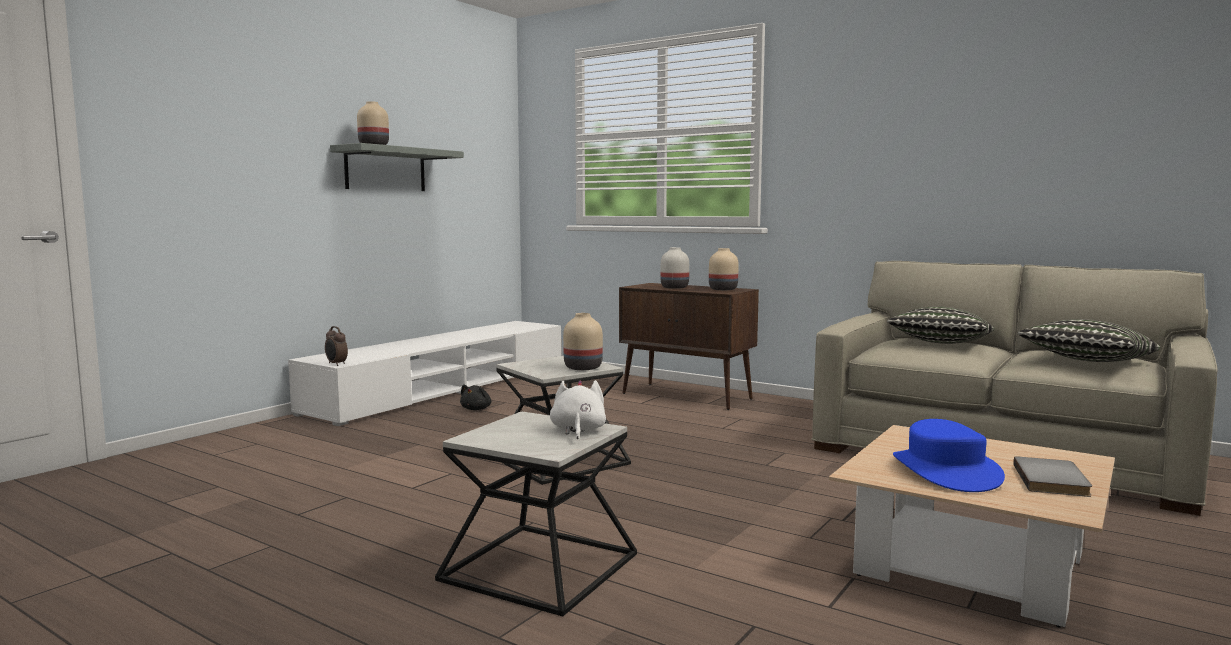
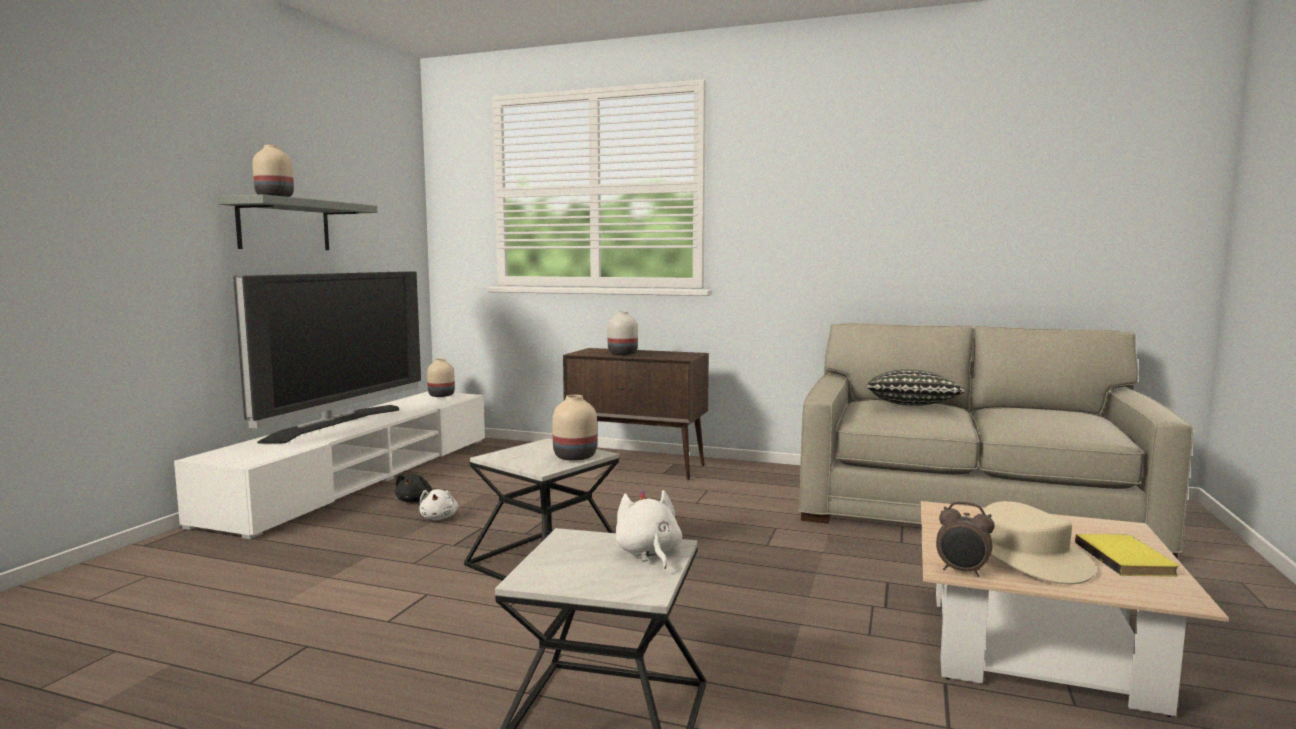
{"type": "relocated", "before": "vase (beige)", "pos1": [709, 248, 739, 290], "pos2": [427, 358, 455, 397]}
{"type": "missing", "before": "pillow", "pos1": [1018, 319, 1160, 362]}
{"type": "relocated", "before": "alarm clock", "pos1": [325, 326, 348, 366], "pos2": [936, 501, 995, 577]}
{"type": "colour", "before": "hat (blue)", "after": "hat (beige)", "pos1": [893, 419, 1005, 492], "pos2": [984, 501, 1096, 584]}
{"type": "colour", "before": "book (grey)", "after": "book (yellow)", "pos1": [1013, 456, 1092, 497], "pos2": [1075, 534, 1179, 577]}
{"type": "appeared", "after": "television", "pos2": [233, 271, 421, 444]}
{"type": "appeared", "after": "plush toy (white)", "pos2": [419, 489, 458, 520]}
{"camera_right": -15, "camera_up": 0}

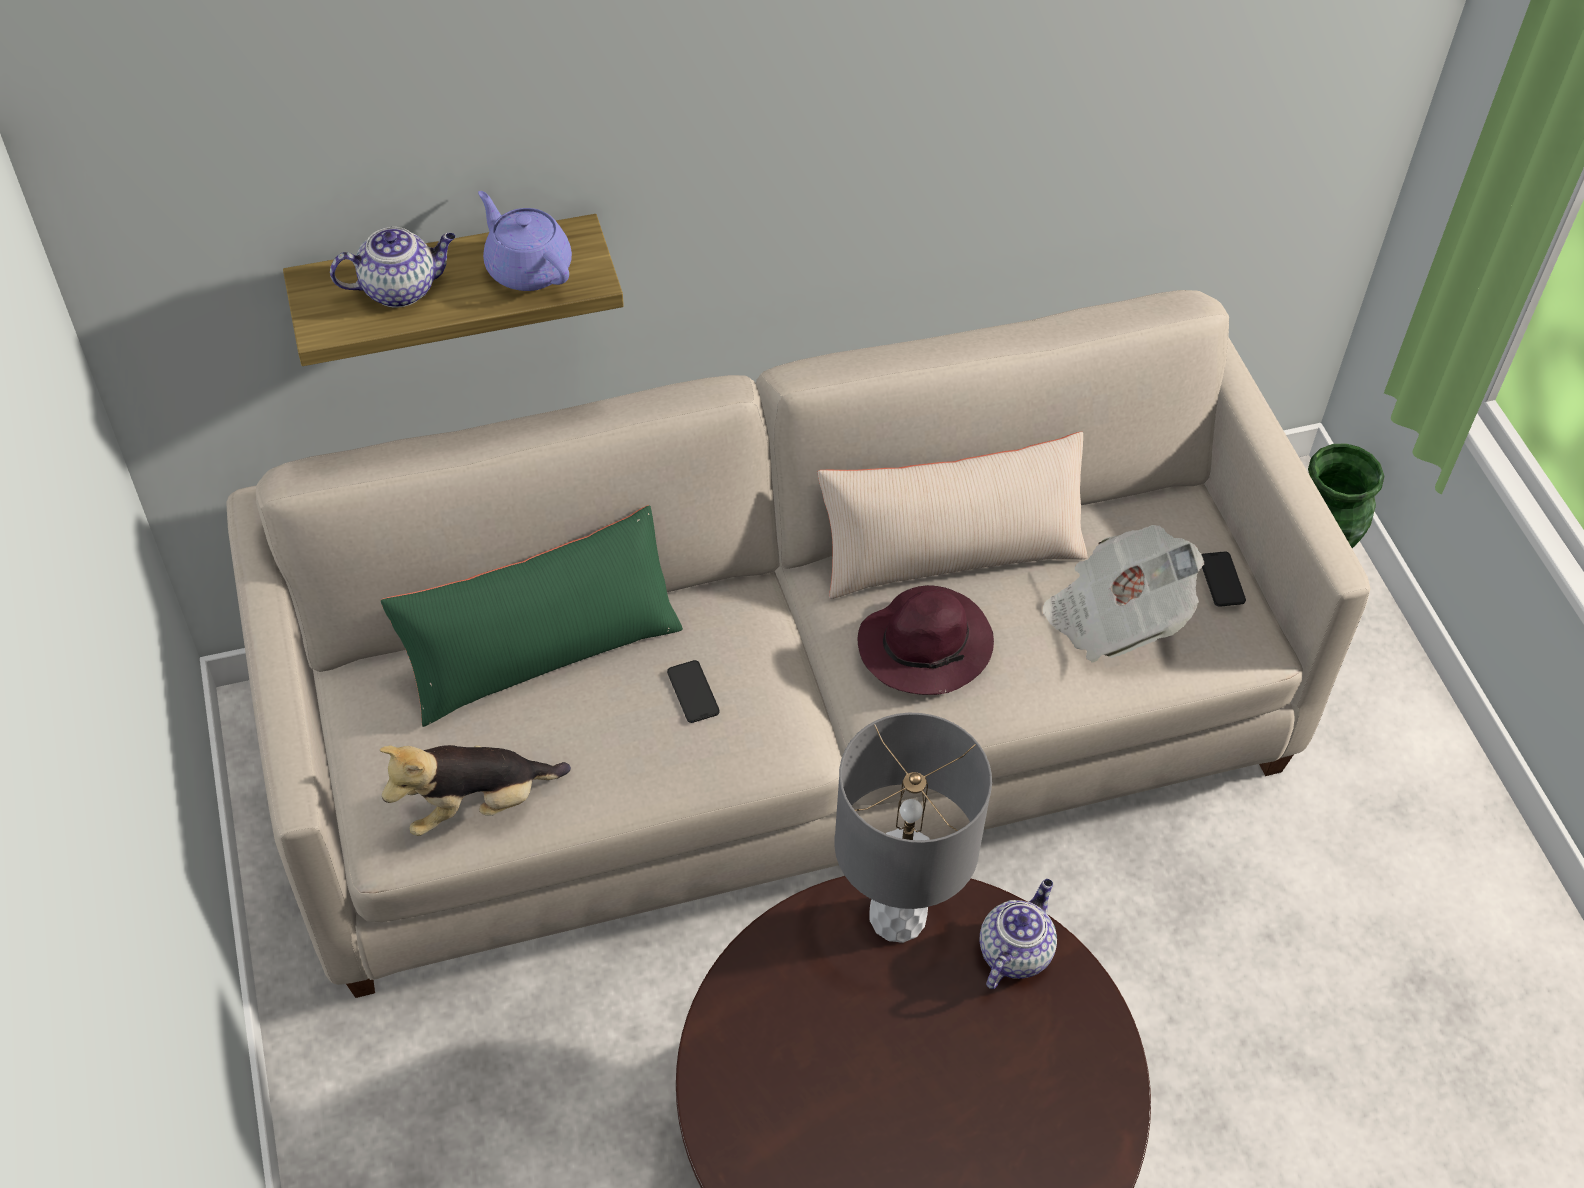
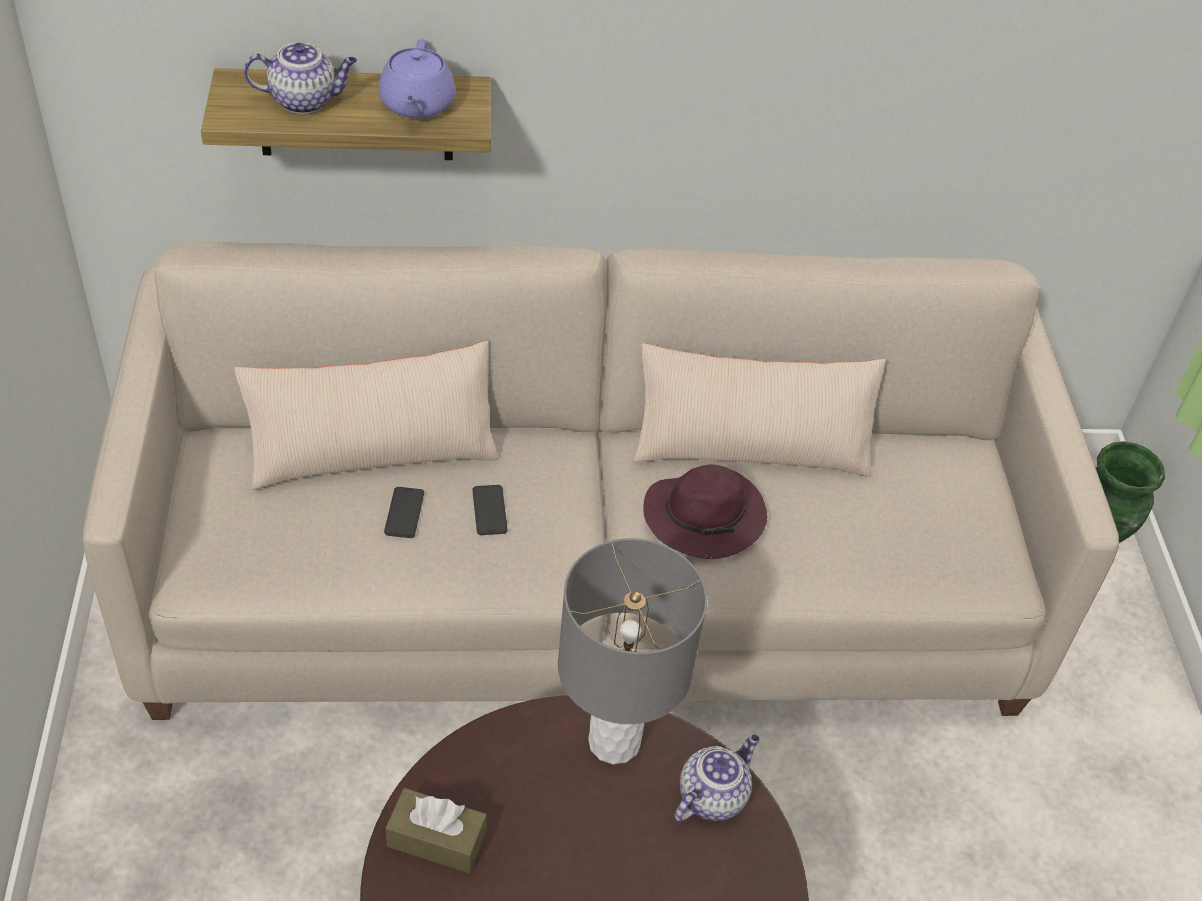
{"type": "spun", "before": "teapot (purple)", "pos1": [478, 191, 572, 291], "pos2": [378, 39, 455, 119], "turn": -150}
{"type": "colour", "before": "pillow (green)", "after": "pillow (beige)", "pos1": [381, 505, 683, 727], "pos2": [234, 341, 498, 490]}
{"type": "missing", "before": "newspaper", "pos1": [1043, 525, 1204, 662]}
{"type": "relocated", "before": "phone", "pos1": [1202, 551, 1246, 607], "pos2": [384, 487, 424, 538]}
{"type": "missing", "before": "plush toy", "pos1": [380, 745, 571, 836]}
{"type": "appeared", "after": "tissue box (brown)", "pos2": [385, 788, 487, 873]}
{"camera_right": 10, "camera_up": -5}

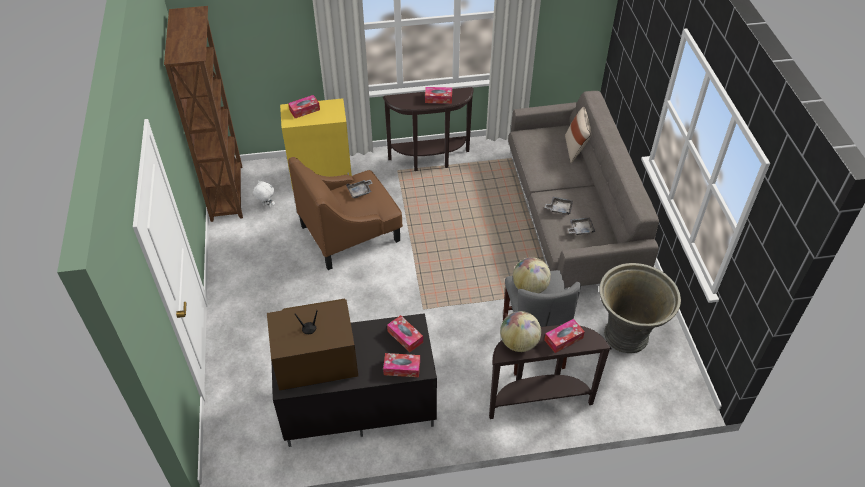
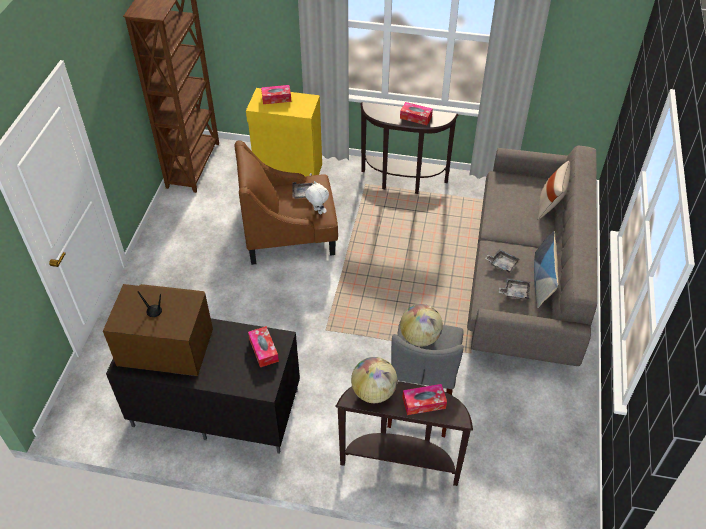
{"type": "relocated", "before": "plush toy (white)", "pos1": [253, 180, 275, 208], "pos2": [305, 181, 329, 215]}
{"type": "missing", "before": "planter (grey)", "pos1": [599, 263, 681, 353]}
{"type": "missing", "before": "tissue box", "pos1": [383, 353, 420, 377]}
{"type": "appeared", "after": "pillow", "pos2": [534, 231, 558, 308]}
{"camera_right": 20, "camera_up": 0}

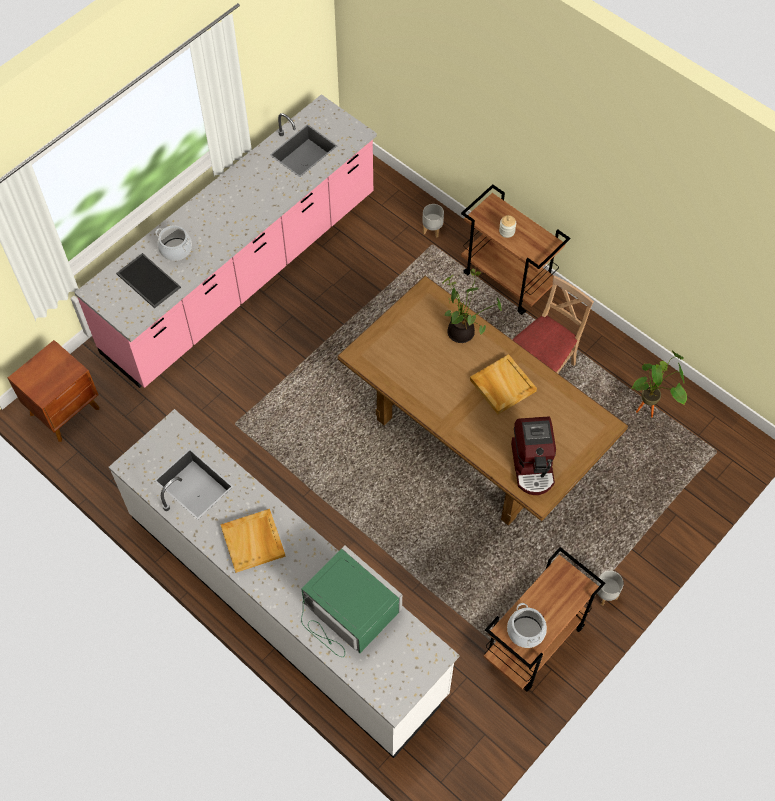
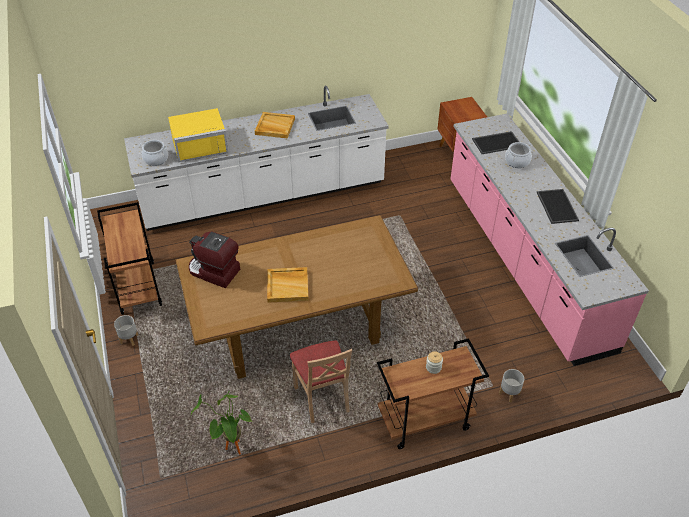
{"type": "missing", "before": "potted plant", "pos1": [442, 269, 502, 343]}
{"type": "colour", "before": "microwave (green)", "after": "microwave (yellow)", "pos1": [301, 545, 402, 657], "pos2": [168, 108, 228, 162]}
{"type": "relocated", "before": "cooking pot", "pos1": [507, 603, 547, 648], "pos2": [139, 140, 168, 166]}
{"type": "appeared", "after": "tray", "pos2": [537, 189, 579, 224]}
{"camera_right": 120, "camera_up": -15}

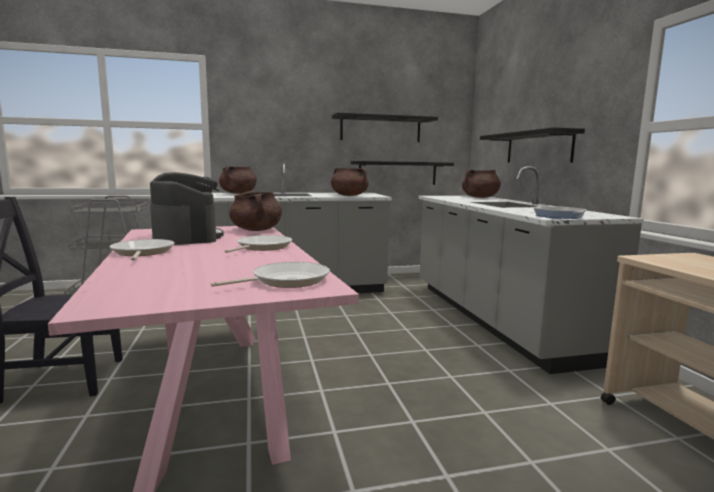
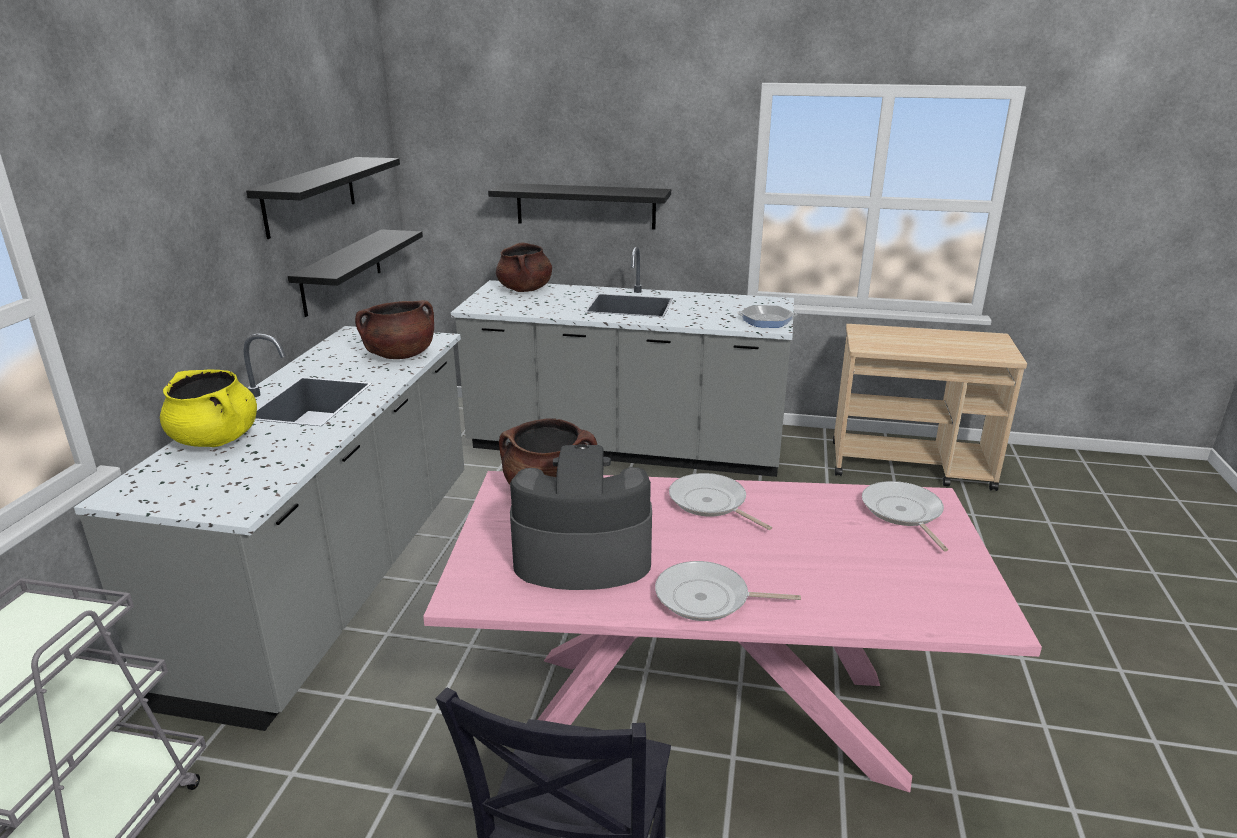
{"type": "colour", "before": "cooking pot (brown)", "after": "cooking pot (yellow)", "pos1": [219, 166, 257, 194], "pos2": [160, 369, 257, 447]}
{"camera_right": -65, "camera_up": 15}

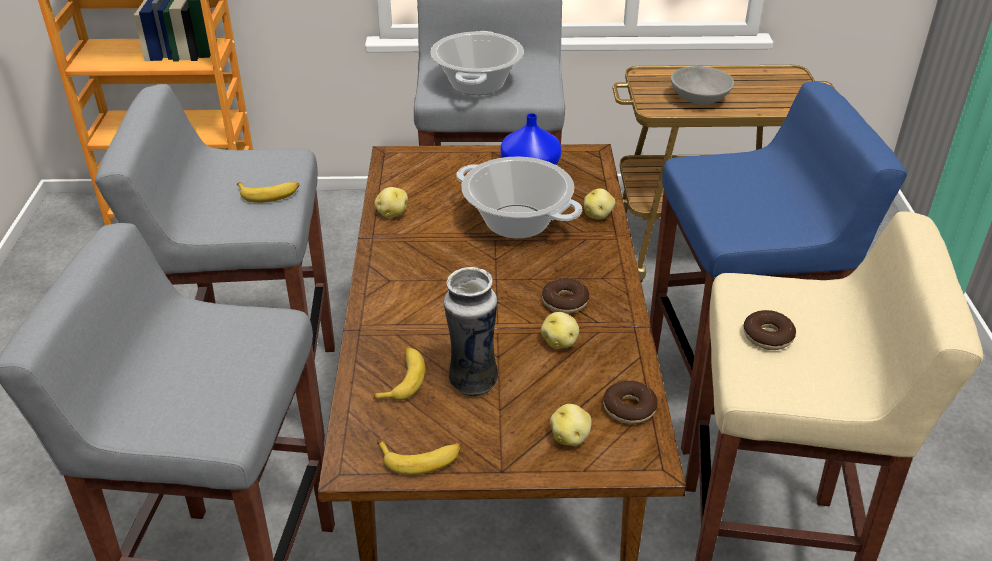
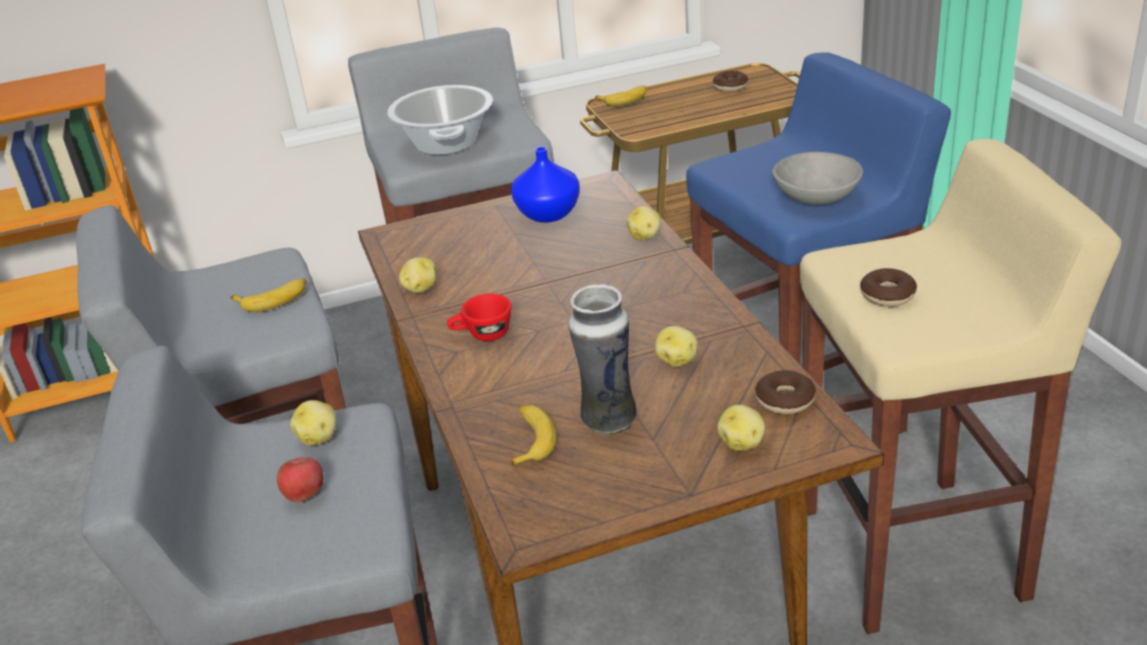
{"type": "relocated", "before": "bowl (grey)", "pos1": [671, 66, 734, 105], "pos2": [772, 152, 863, 205]}
{"type": "missing", "before": "cooking pot", "pos1": [457, 157, 582, 239]}
{"type": "relocated", "before": "donut", "pos1": [542, 278, 589, 314], "pos2": [713, 71, 749, 92]}
{"type": "relocated", "before": "banana", "pos1": [377, 441, 462, 475], "pos2": [595, 86, 646, 106]}
{"type": "appeared", "after": "cup (red)", "pos2": [447, 294, 512, 341]}
{"type": "appeared", "after": "potato", "pos2": [290, 400, 337, 445]}
{"type": "appeared", "after": "apple", "pos2": [277, 457, 324, 502]}
{"camera_right": -15, "camera_up": -5}

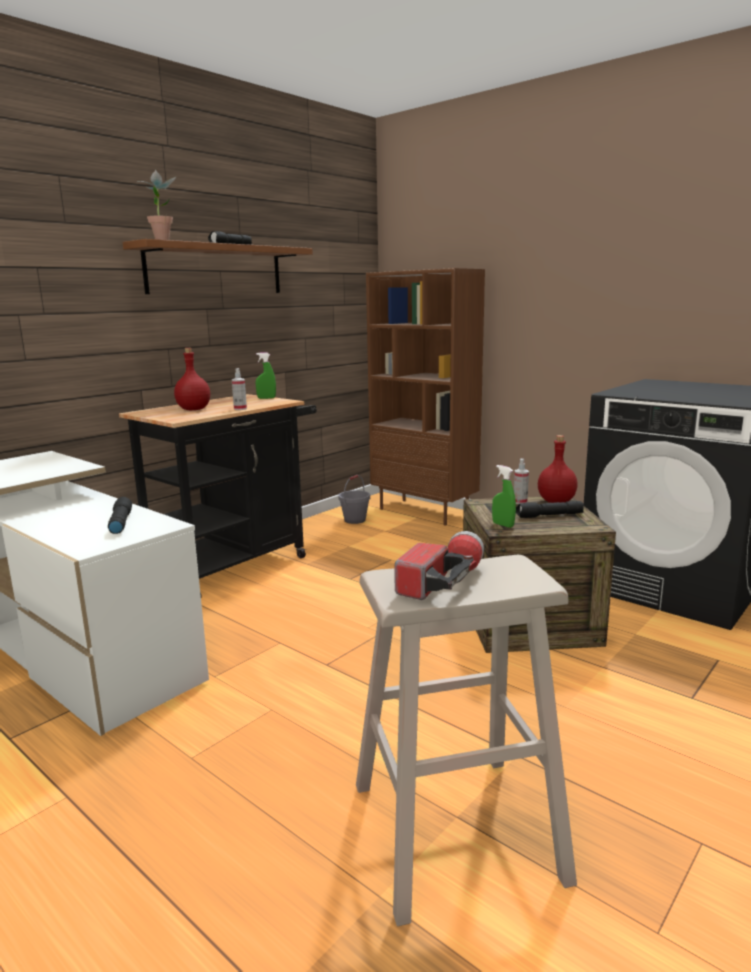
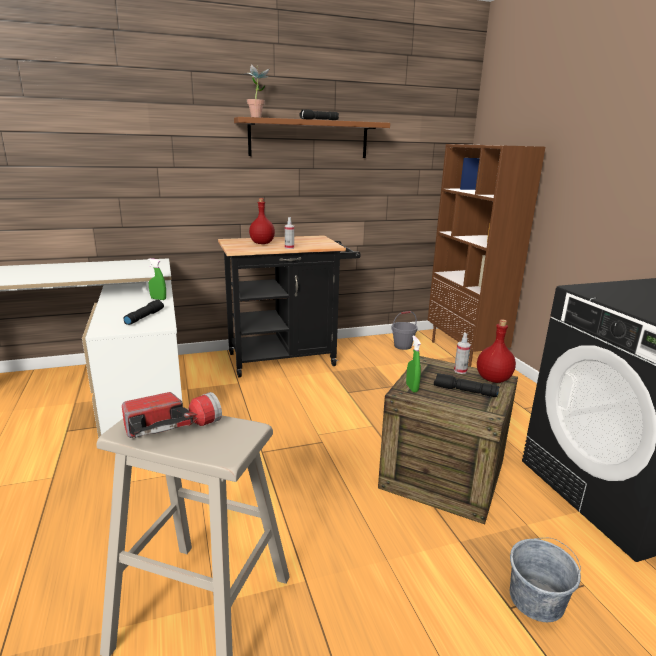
{"type": "relocated", "before": "spray bottle (green)", "pos1": [256, 353, 276, 399], "pos2": [148, 258, 166, 300]}
{"type": "appeared", "after": "bucket (grey)", "pos2": [510, 538, 581, 622]}
{"camera_right": 30, "camera_up": 5}

